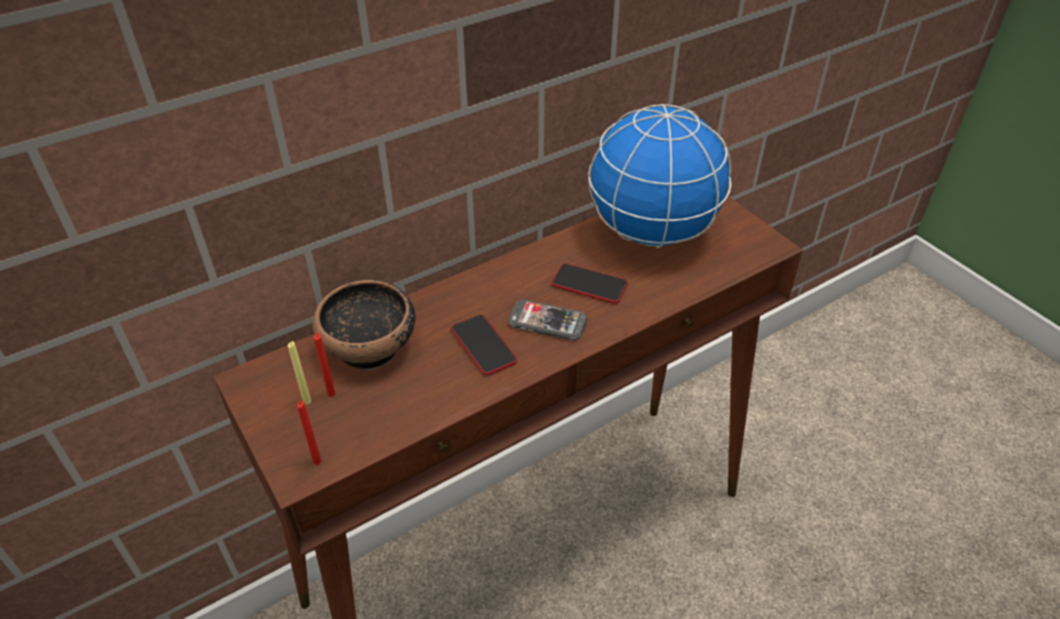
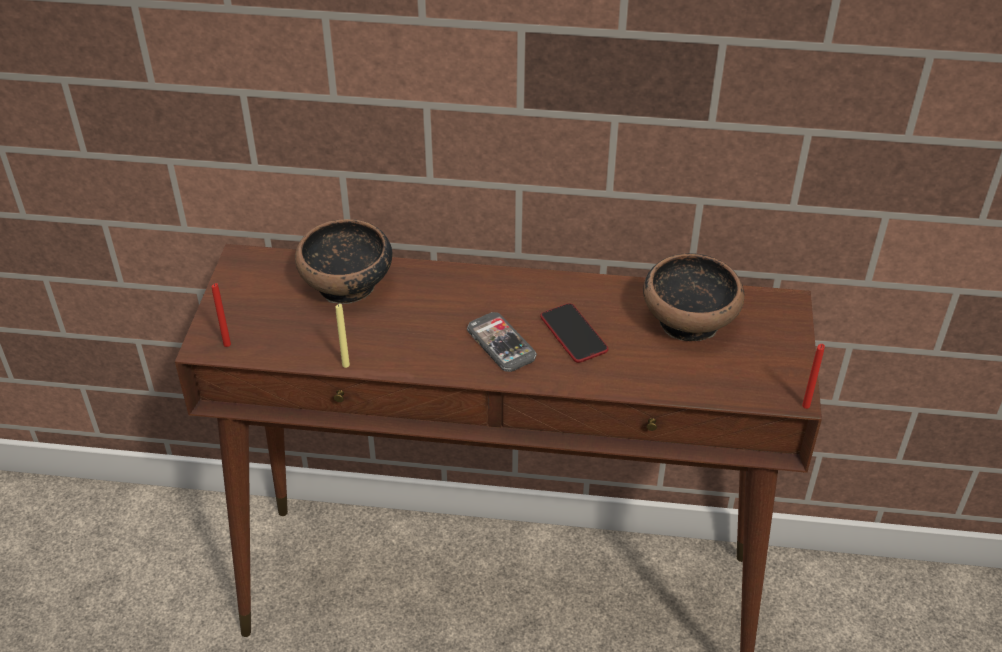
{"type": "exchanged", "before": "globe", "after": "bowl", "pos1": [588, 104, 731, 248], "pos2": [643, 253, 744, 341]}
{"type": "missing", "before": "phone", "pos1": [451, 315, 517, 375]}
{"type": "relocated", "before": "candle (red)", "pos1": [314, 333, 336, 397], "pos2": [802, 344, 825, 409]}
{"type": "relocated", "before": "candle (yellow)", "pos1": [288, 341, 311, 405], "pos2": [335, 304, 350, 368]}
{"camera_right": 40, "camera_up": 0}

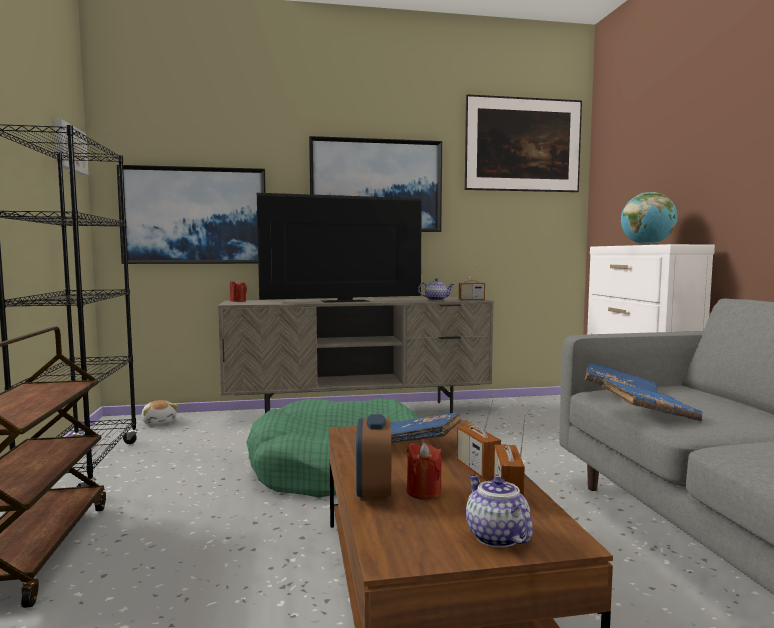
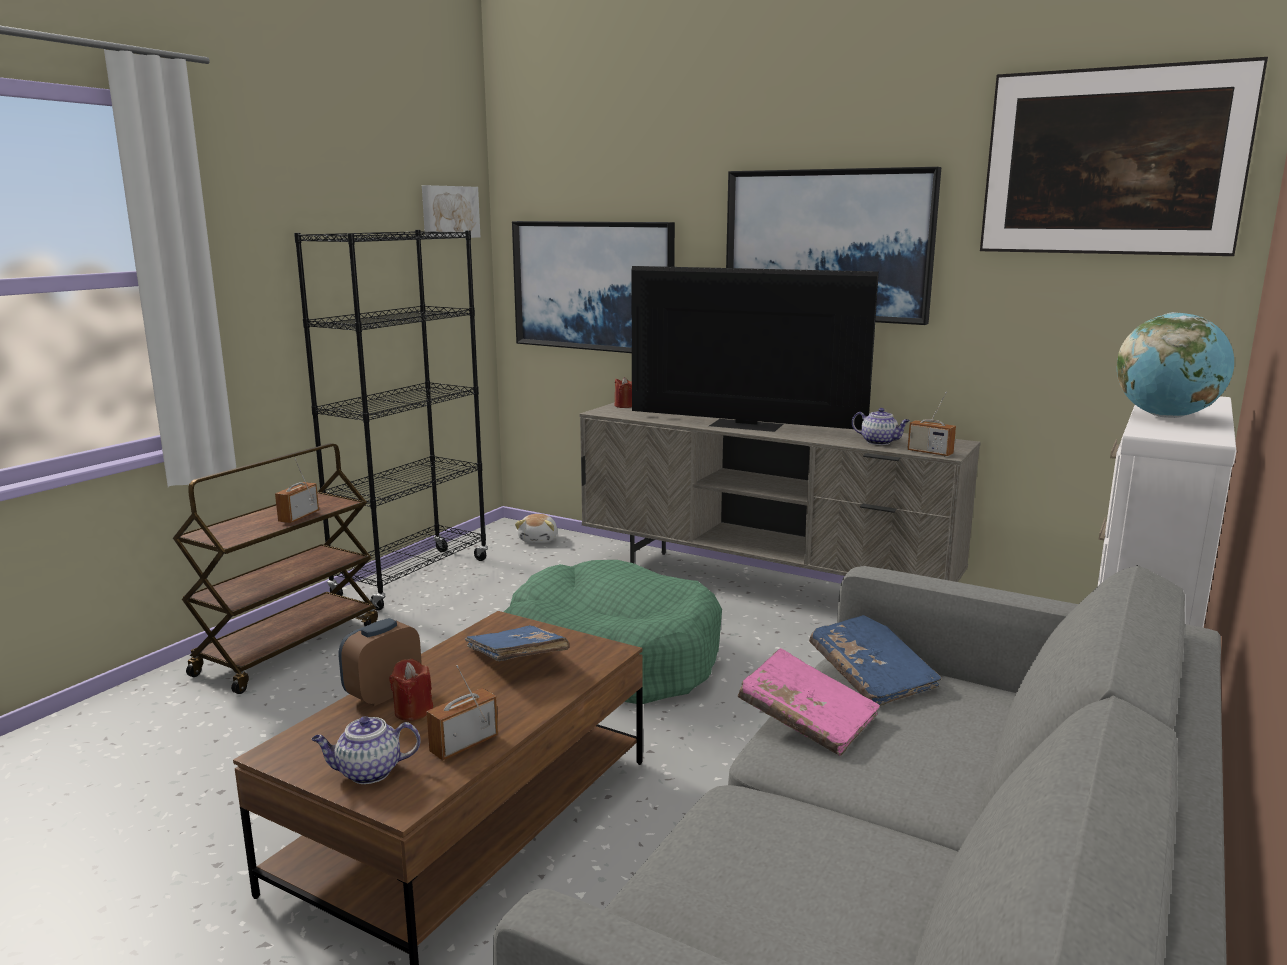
{"type": "colour", "before": "book (blue)", "after": "book (pink)", "pos1": [602, 378, 703, 422], "pos2": [738, 648, 880, 756]}
{"type": "relocated", "before": "radio", "pos1": [457, 394, 501, 478], "pos2": [275, 458, 319, 523]}
{"type": "spun", "before": "teapot", "pos1": [466, 475, 533, 548], "pos2": [311, 716, 421, 784], "turn": -120}
{"camera_right": 40, "camera_up": 10}

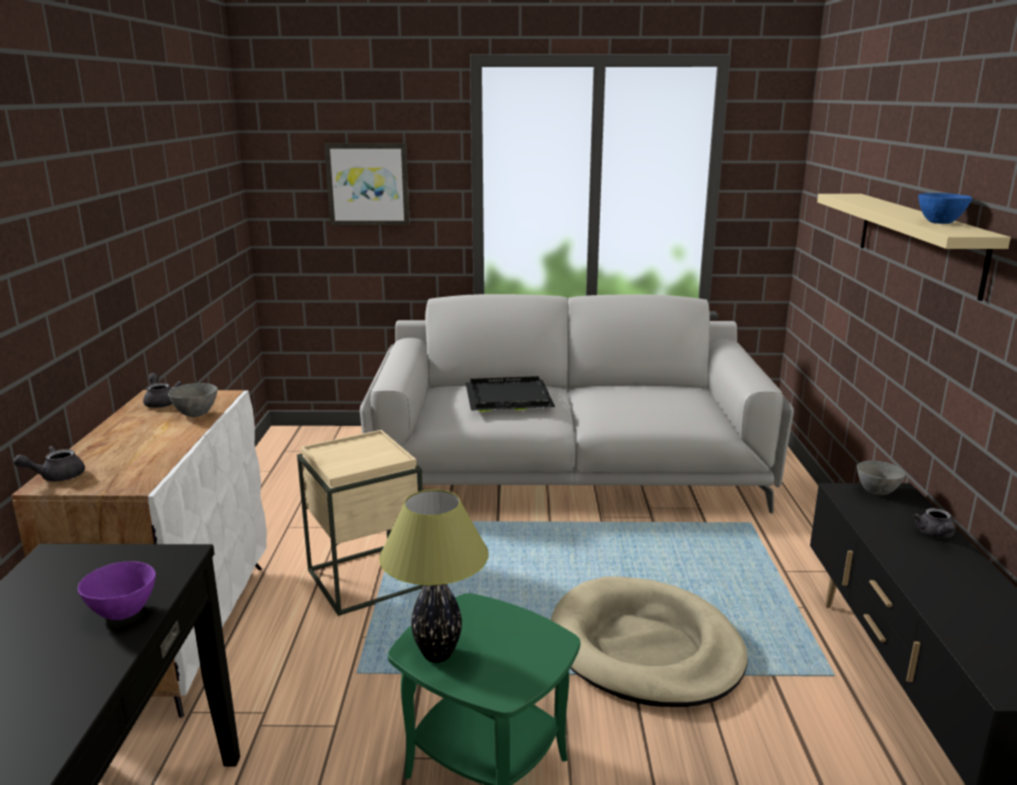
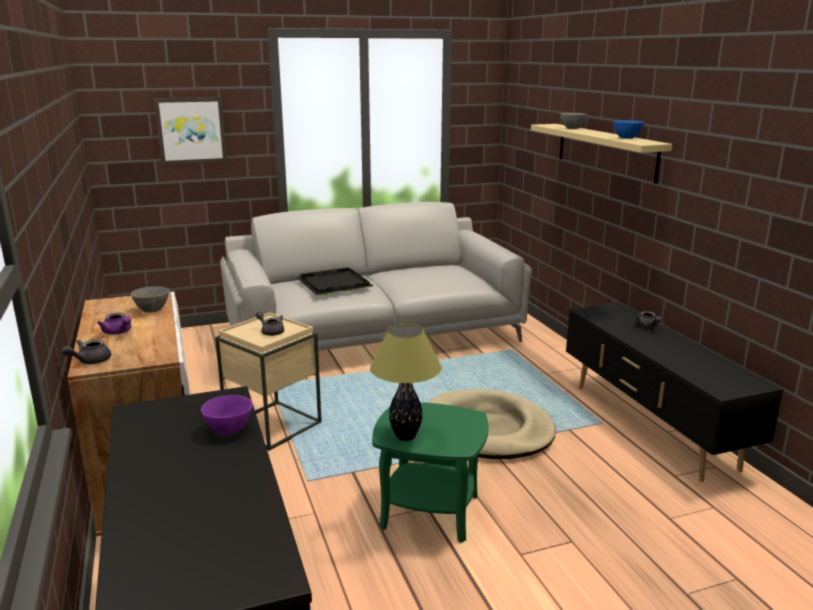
{"type": "relocated", "before": "teapot (grey)", "pos1": [143, 373, 182, 408], "pos2": [256, 311, 284, 336]}
{"type": "relocated", "before": "bowl (grey)", "pos1": [857, 460, 906, 495], "pos2": [561, 113, 588, 129]}
{"type": "appeared", "after": "teapot (purple)", "pos2": [97, 313, 131, 334]}
{"camera_right": -20, "camera_up": 0}

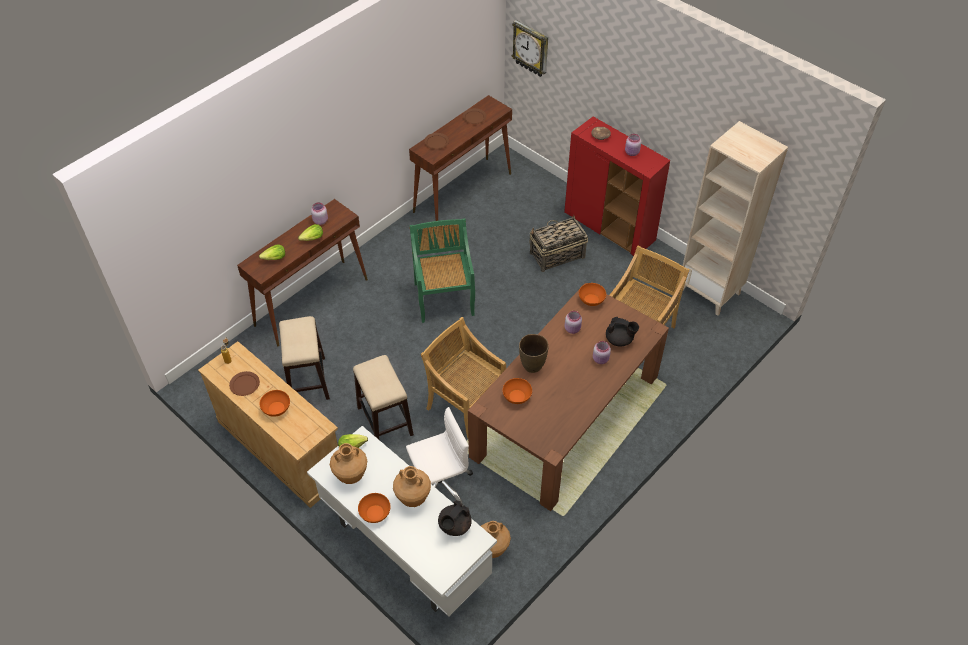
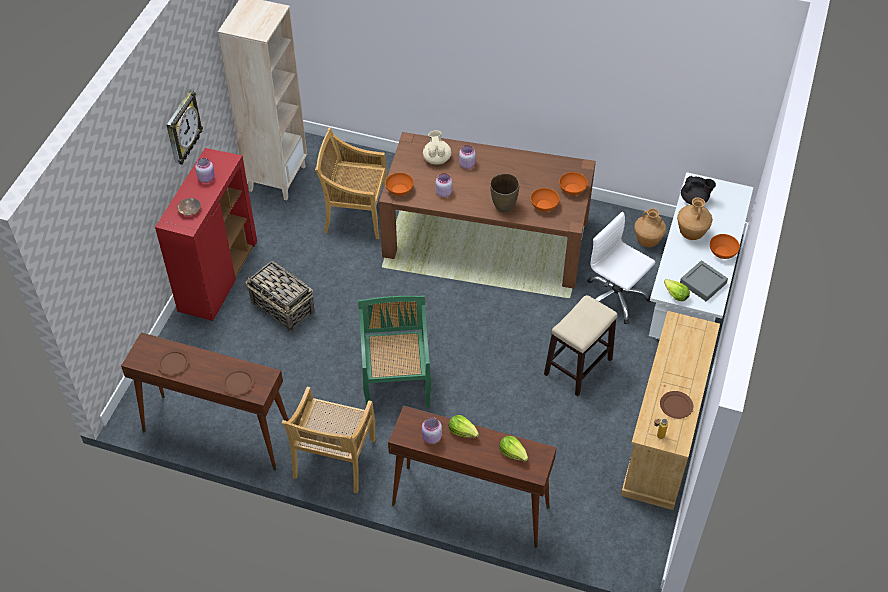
{"type": "relocated", "before": "wall clock", "pos1": [512, 20, 548, 77], "pos2": [166, 90, 203, 165]}
{"type": "spun", "before": "chair (green)", "pos1": [409, 218, 475, 323], "pos2": [358, 295, 431, 408], "turn": 120}
{"type": "missing", "before": "stool", "pos1": [279, 316, 330, 400]}
{"type": "relocated", "before": "chair (beige)", "pos1": [421, 317, 506, 438], "pos2": [282, 387, 376, 493]}
{"type": "colour", "before": "teapot (black)", "after": "teapot (beige)", "pos1": [606, 317, 639, 347], "pos2": [423, 130, 451, 165]}
{"type": "relocated", "before": "bowl (orange)", "pos1": [260, 390, 290, 417], "pos2": [559, 172, 588, 196]}
{"type": "exchanged", "before": "vase (brown)", "after": "tray (grey)", "pos1": [330, 443, 367, 484], "pos2": [680, 261, 728, 301]}
{"camera_right": -115, "camera_up": 0}

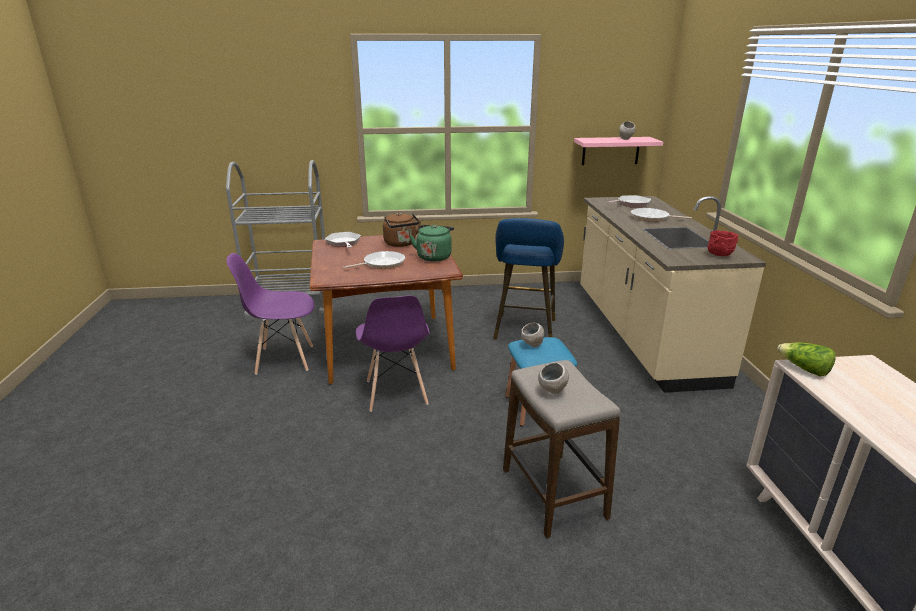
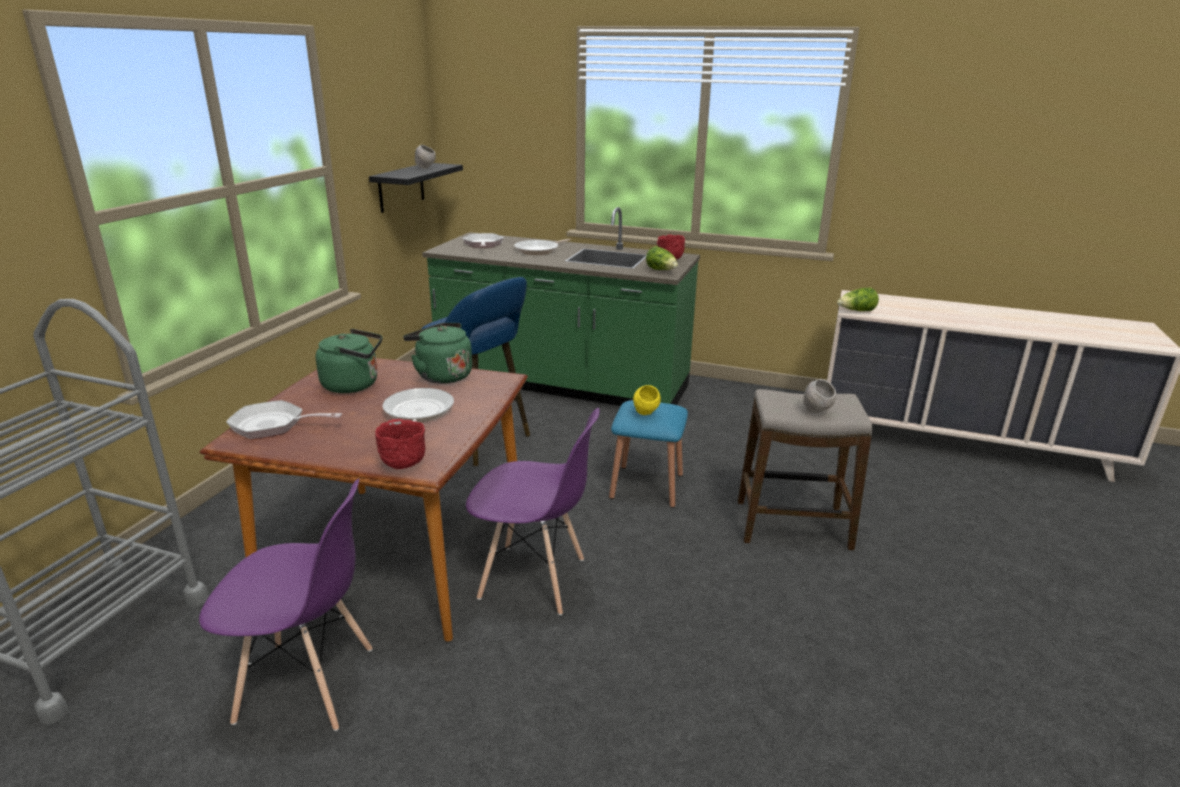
{"type": "colour", "before": "shelf (pink)", "after": "shelf (black)", "pos1": [574, 137, 663, 165], "pos2": [369, 163, 463, 213]}
{"type": "colour", "before": "counter (beige)", "after": "counter (green)", "pos1": [580, 196, 766, 393], "pos2": [422, 207, 700, 406]}
{"type": "colour", "before": "kettle (brown)", "after": "kettle (green)", "pos1": [383, 212, 421, 247], "pos2": [316, 329, 382, 393]}
{"type": "spun", "before": "chair (purple)", "pos1": [226, 253, 314, 375], "pos2": [199, 479, 372, 731], "turn": -105}
{"type": "colour", "before": "bowl (grey)", "after": "bowl (yellow)", "pos1": [521, 323, 544, 347], "pos2": [633, 385, 661, 415]}
{"type": "appeared", "after": "lettuce", "pos2": [646, 246, 678, 270]}
{"type": "appeared", "after": "bowl (red)", "pos2": [375, 419, 425, 469]}
{"camera_right": -65, "camera_up": 0}

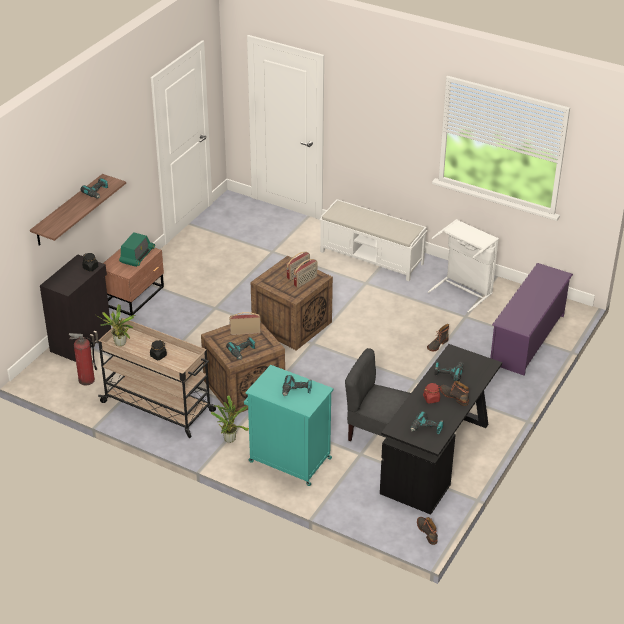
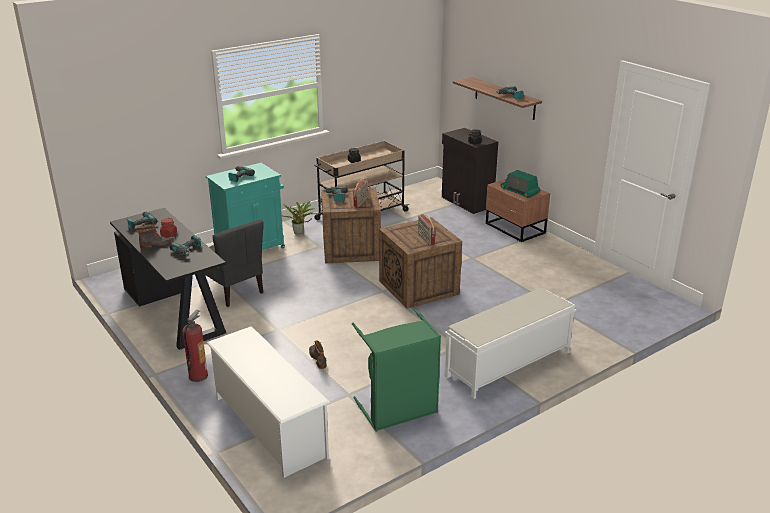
{"type": "colour", "before": "laundry basket (white)", "after": "laundry basket (green)", "pos1": [428, 219, 499, 313], "pos2": [352, 308, 441, 432]}
{"type": "missing", "before": "radio", "pos1": [294, 259, 317, 288]}
{"type": "colour", "before": "shoe rack (purple)", "after": "shoe rack (white)", "pos1": [490, 263, 573, 375], "pos2": [206, 326, 330, 478]}
{"type": "missing", "before": "potted plant", "pos1": [96, 304, 135, 346]}
{"type": "relocated", "before": "fire extinguisher", "pos1": [69, 333, 97, 385], "pos2": [182, 310, 208, 382]}
{"type": "spun", "before": "chair (grey)", "pos1": [345, 348, 411, 441], "pos2": [204, 220, 264, 307], "turn": 90}
{"type": "missing", "before": "boot", "pos1": [417, 517, 438, 545]}
{"camera_right": 115, "camera_up": -10}

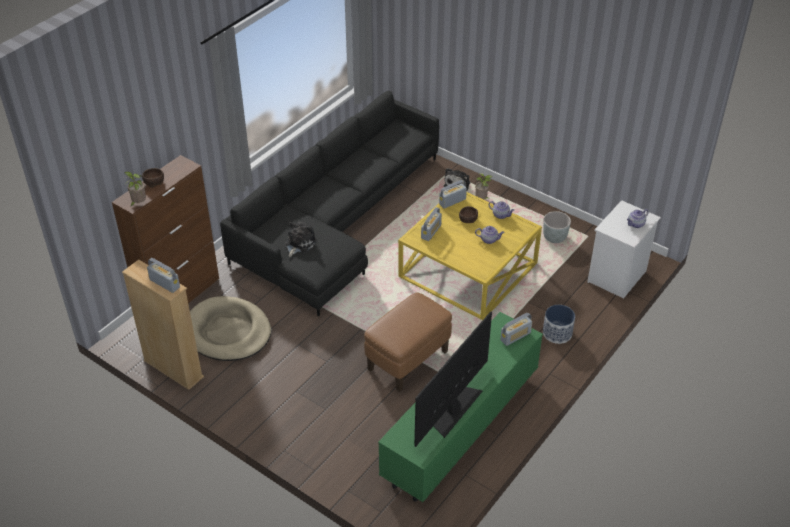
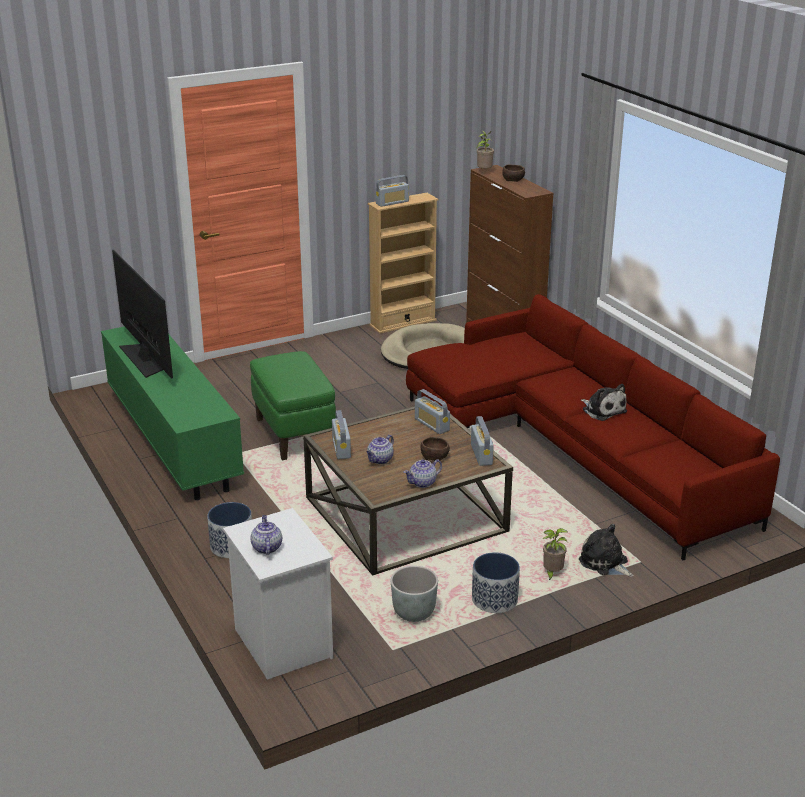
{"type": "colour", "before": "sofa (black)", "after": "sofa (red)", "pos1": [220, 91, 439, 317], "pos2": [406, 294, 780, 560]}
{"type": "colour", "before": "coffee table (yellow)", "after": "coffee table (brown)", "pos1": [398, 192, 542, 320], "pos2": [303, 401, 513, 576]}
{"type": "relocated", "before": "plush toy", "pos1": [285, 222, 317, 257], "pos2": [581, 384, 627, 421]}
{"type": "colour", "before": "ottoman (brown)", "after": "ottoman (green)", "pos1": [364, 292, 452, 392], "pos2": [250, 351, 336, 460]}
{"type": "relocated", "before": "radio", "pos1": [500, 313, 532, 346], "pos2": [332, 410, 351, 459]}
{"type": "appeared", "after": "planter", "pos2": [472, 552, 520, 613]}
{"camera_right": 115, "camera_up": -15}

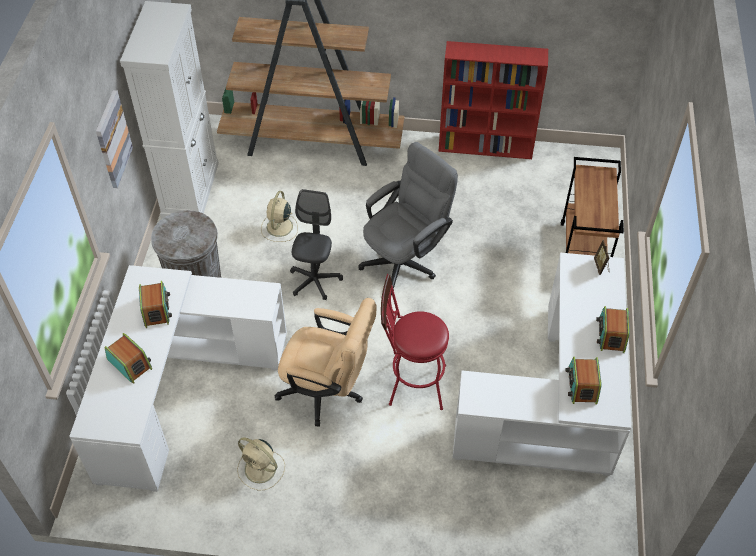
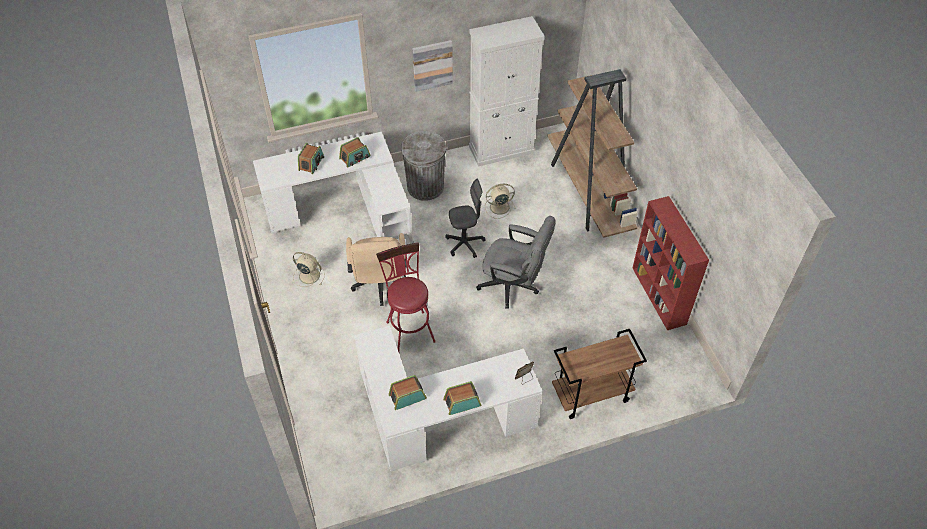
{"type": "spun", "before": "fan (beige)", "pos1": [237, 438, 285, 491], "pos2": [293, 252, 325, 287], "turn": 105}
{"camera_right": 65, "camera_up": 0}

